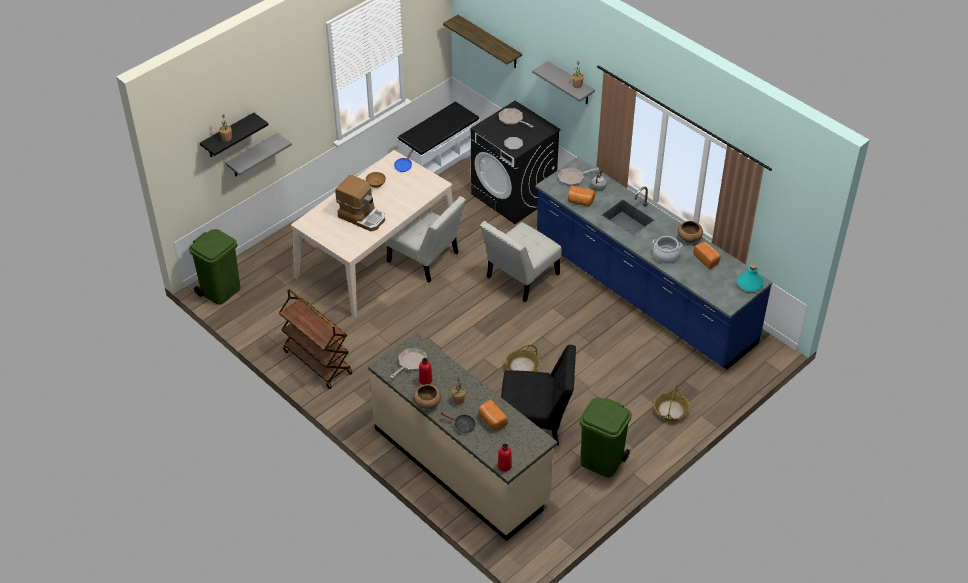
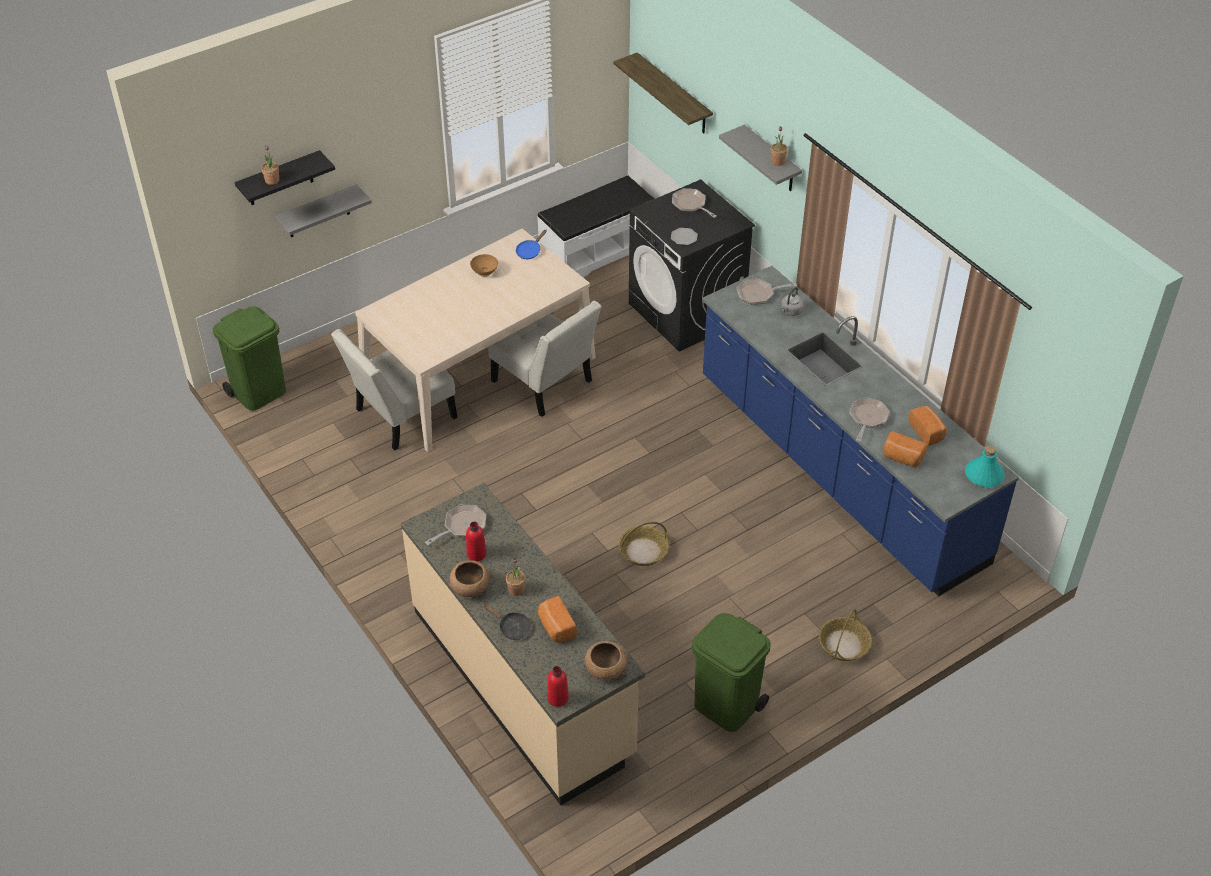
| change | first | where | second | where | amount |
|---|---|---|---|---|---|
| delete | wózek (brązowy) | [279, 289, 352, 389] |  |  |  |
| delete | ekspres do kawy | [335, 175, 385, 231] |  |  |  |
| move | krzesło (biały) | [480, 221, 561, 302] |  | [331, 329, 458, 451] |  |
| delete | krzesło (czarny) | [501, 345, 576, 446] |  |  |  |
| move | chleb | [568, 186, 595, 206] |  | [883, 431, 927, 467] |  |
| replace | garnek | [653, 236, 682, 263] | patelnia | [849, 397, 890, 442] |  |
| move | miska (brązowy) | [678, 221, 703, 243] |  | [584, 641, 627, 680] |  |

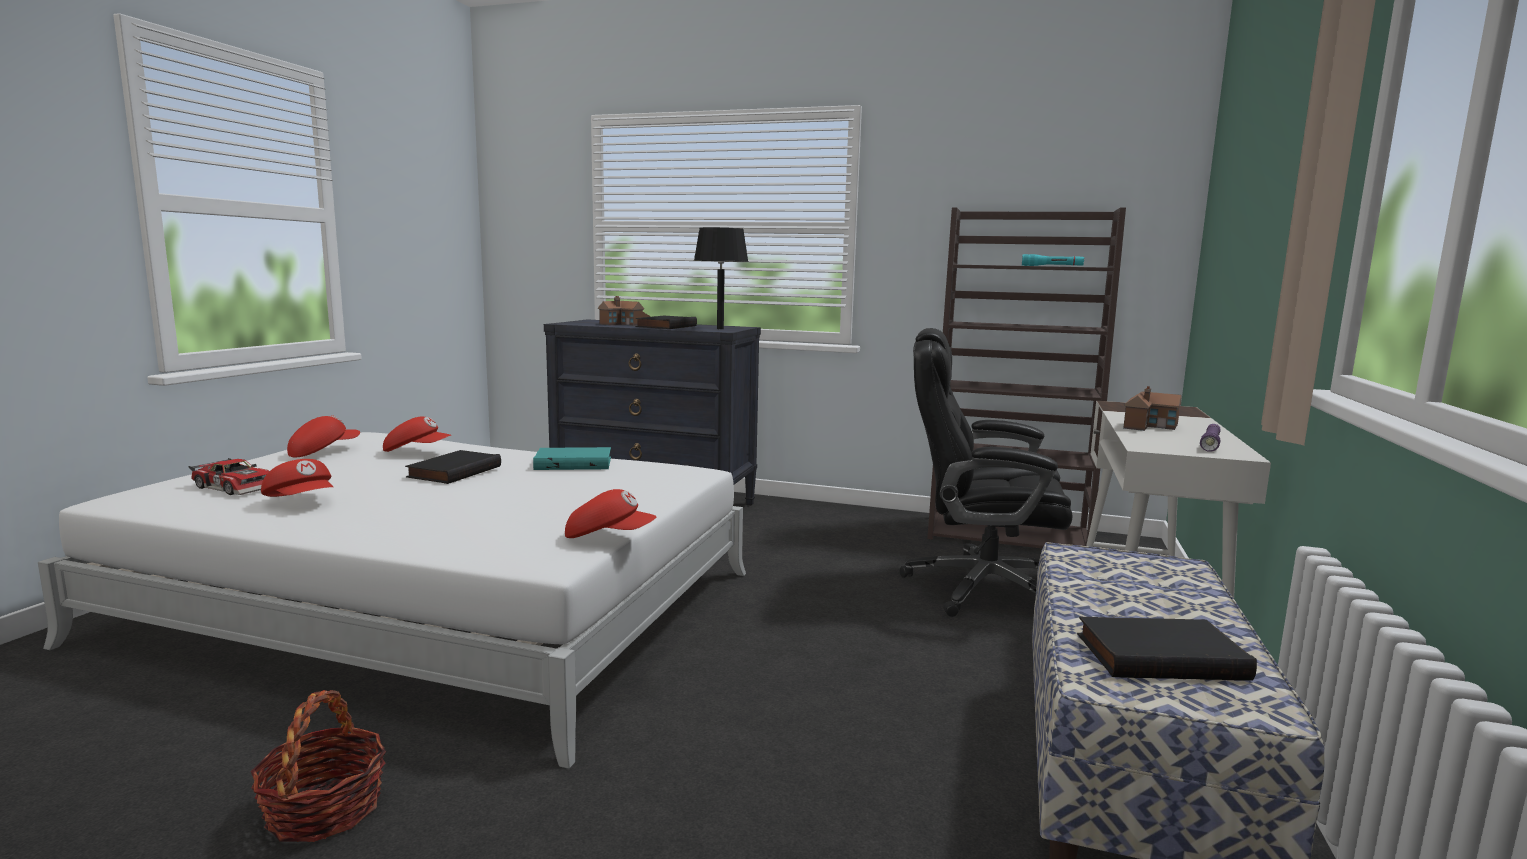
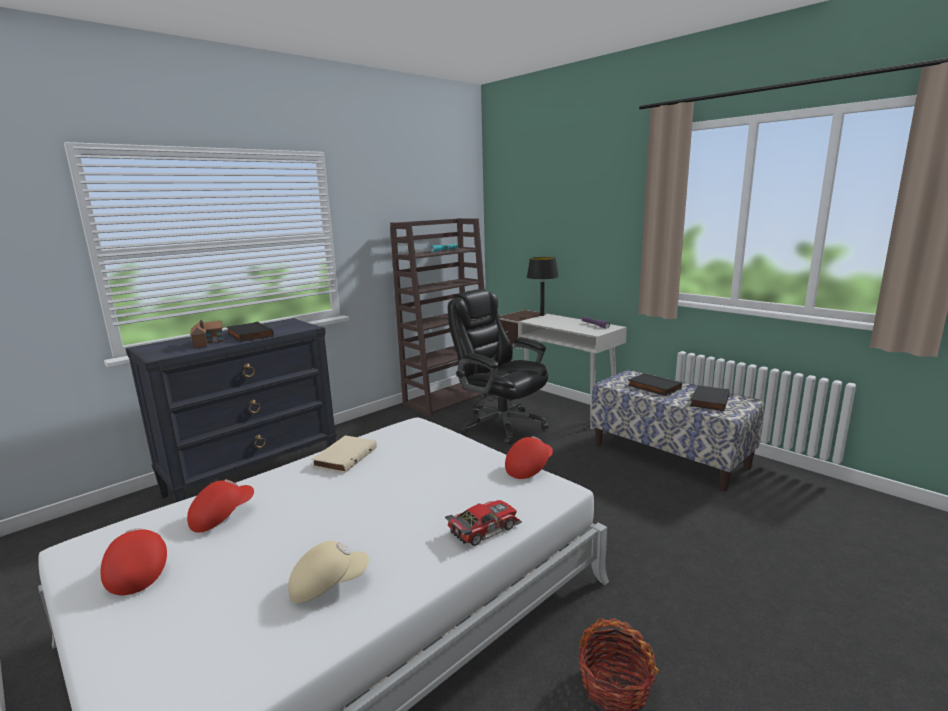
| change | first | where | second | where | amount |
|---|---|---|---|---|---|
| move | samochodzik | [188, 458, 269, 495] |  | [445, 500, 522, 546] |  |
| recolor | czapka z daszkiem (czerwony) | [261, 459, 333, 497] | czapka z daszkiem (beżowy) | [288, 541, 369, 603] |  |
| move | książka (czarny) | [405, 450, 501, 484] |  | [628, 373, 682, 396] |  |
| recolor | książka (turkusowy) | [533, 447, 611, 470] | książka (beżowy) | [311, 435, 377, 473] |  |
| move | lampa stołowa (czarny) | [694, 227, 748, 329] |  | [527, 257, 559, 316] |  |
| rotate | krzesło biurowe (czarny) | [900, 328, 1072, 617] |  | [448, 289, 549, 445] | 90 degrees clockwise |
| delete | domek | [1123, 386, 1182, 431] |  |  |  |

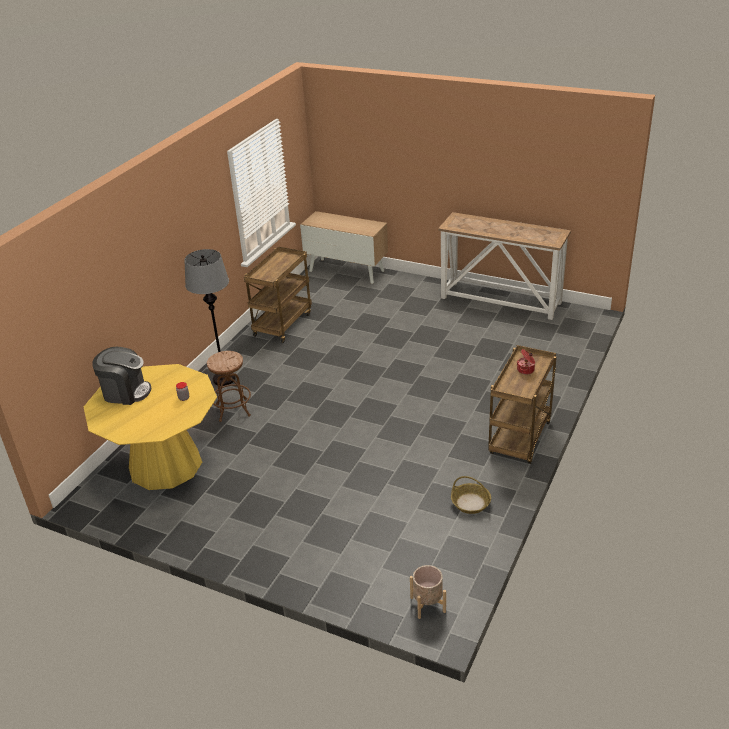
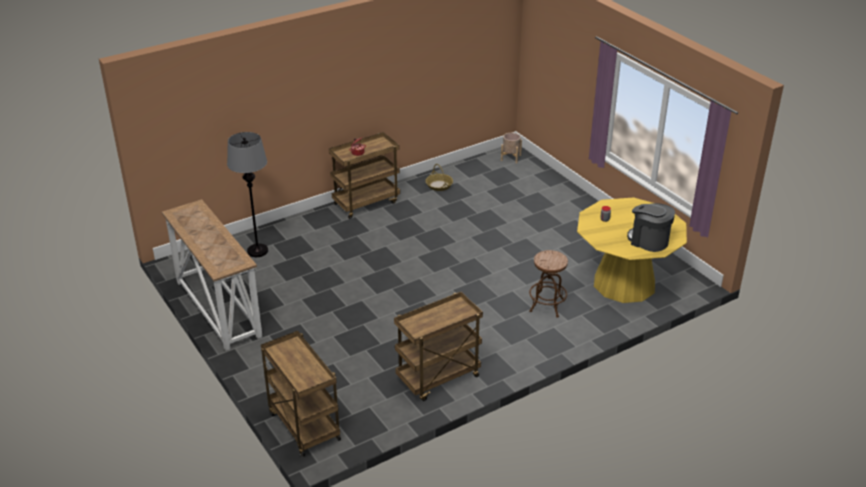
| change | first | where | second | where | amount |
|---|---|---|---|---|---|
| move | lampa stojąca (szary) | [184, 249, 236, 386] |  | [227, 132, 268, 257] |  |
| replace | szafka | [300, 211, 388, 284] | wózek (brązowy) | [261, 331, 341, 457] |  |

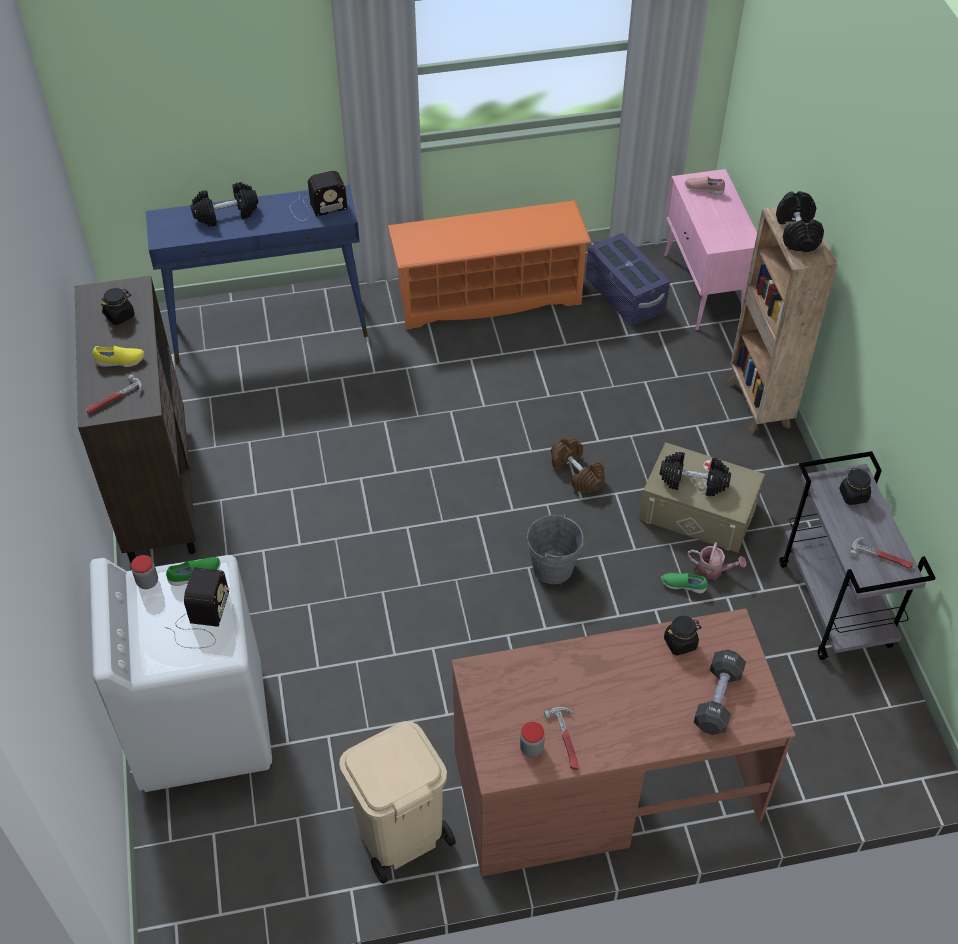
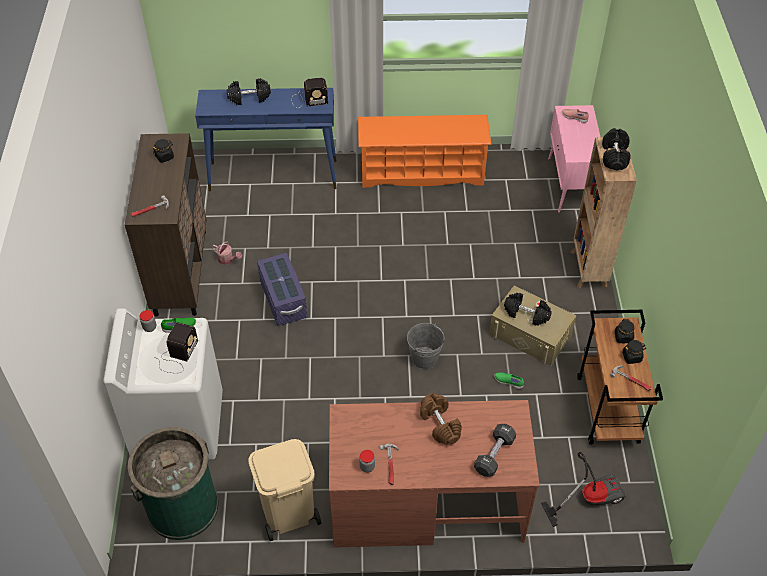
| change | first | where | second | where | amount |
|---|---|---|---|---|---|
| delete | but (żółty) | [92, 346, 144, 367] |  |  |  |
| move | hantel (brązowy) | [551, 437, 605, 493] |  | [420, 393, 462, 445] |  |
| move | pojemnik do przechowywania (fioletowy) | [586, 233, 670, 327] |  | [257, 253, 307, 326] |  |
| move | słoik (czarny) | [664, 616, 702, 656] |  | [622, 340, 646, 364] |  |
| move | konewka | [688, 542, 746, 579] |  | [212, 242, 242, 265] |  |
| recolor | wózek (szary) | [779, 451, 936, 660] | wózek (brązowy) | [577, 310, 663, 445] |  |
| insert |  |  | kosz na śmieci (zielony) | [127, 427, 219, 540] |  |
| insert |  |  | odkurzacz | [541, 452, 626, 527] |  |

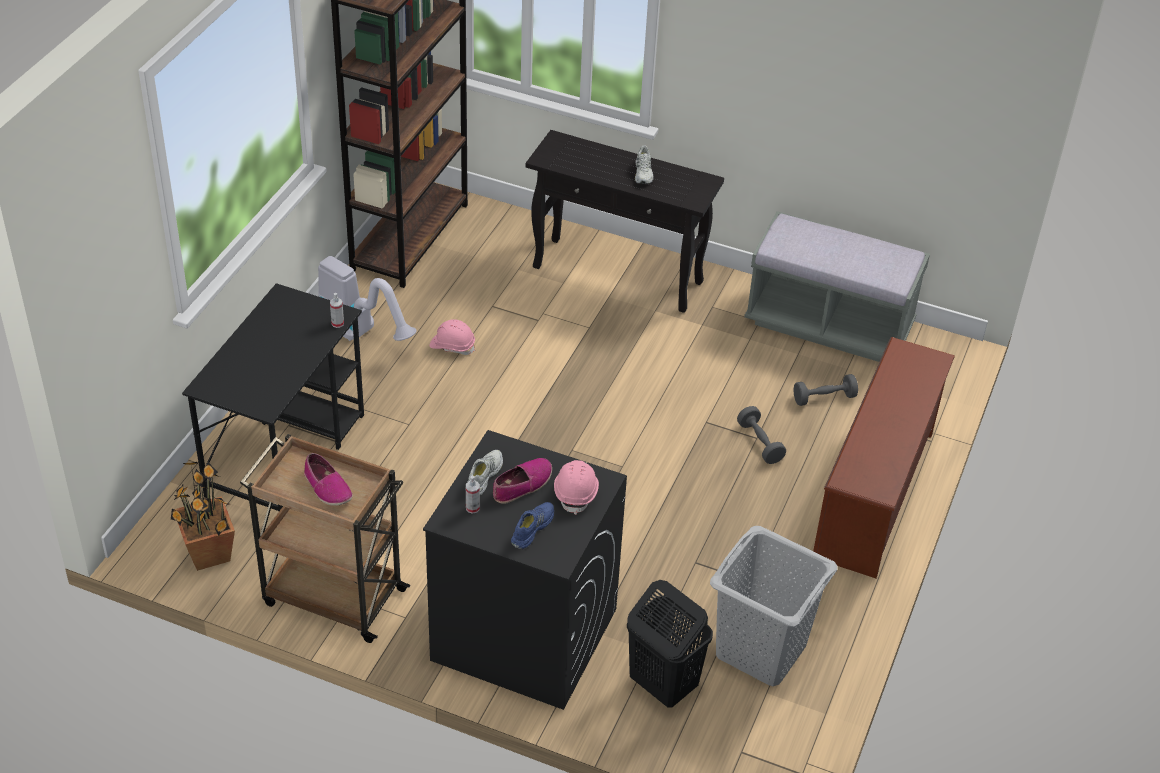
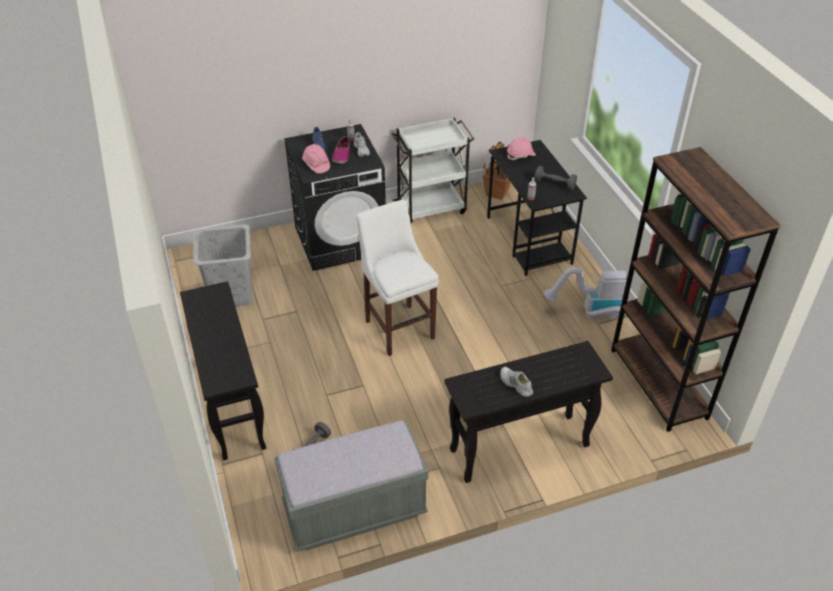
| change | first | where | second | where | amount |
|---|---|---|---|---|---|
| recolor | wózek (brązowy) | [240, 434, 410, 643] | wózek (biały) | [391, 118, 474, 223] |  |
| delete | but | [304, 453, 352, 506] |  |  |  |
| move | kask (różowy) | [430, 319, 475, 355] |  | [507, 137, 536, 160] |  |
| delete | kosz na pranie (czarny) | [627, 580, 713, 708] |  |  |  |
| move | hantel (szary) | [737, 406, 786, 464] |  | [535, 166, 577, 190] |  |
| replace | regał na buty (brązowy) | [813, 337, 955, 578] | stolik konsolowy (czarny) | [180, 281, 266, 460] |  |
| insert |  |  | stołek (biały) | [356, 199, 439, 356] |  |

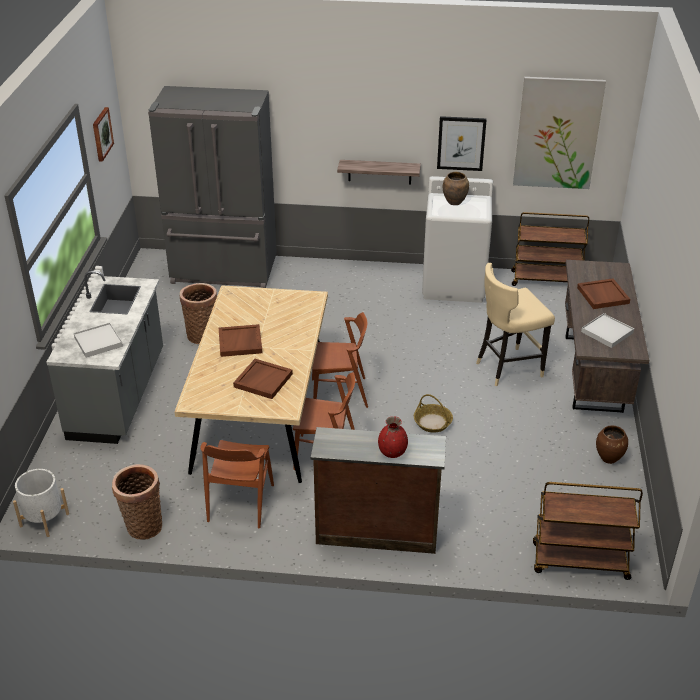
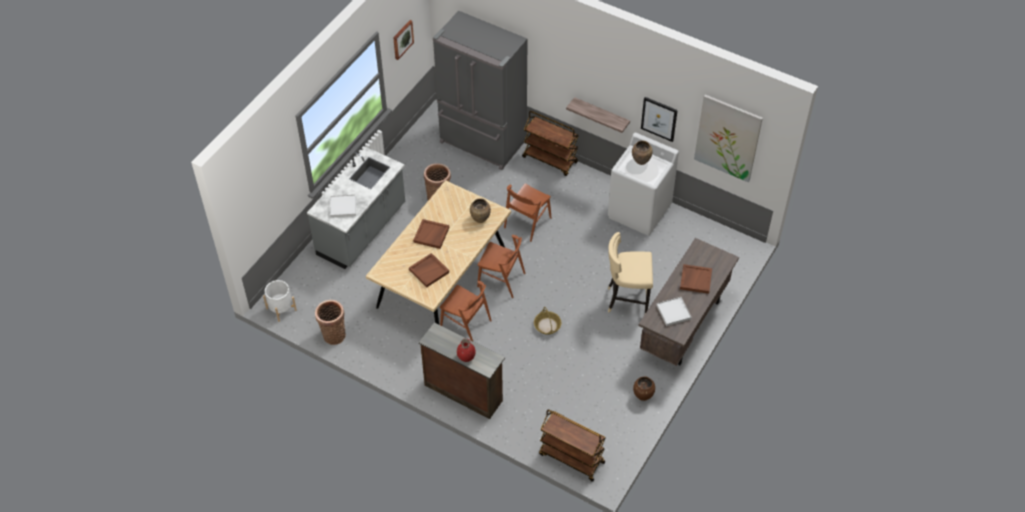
| change | first | where | second | where | amount |
|---|---|---|---|---|---|
| move | krzesło (brązowy) | [200, 440, 274, 528] |  | [504, 183, 551, 242] |  |
| move | wózek (brązowy) | [511, 212, 589, 286] |  | [522, 111, 579, 176] |  |
| insert |  |  | wazon (brązowy) | [470, 199, 491, 223] |  |

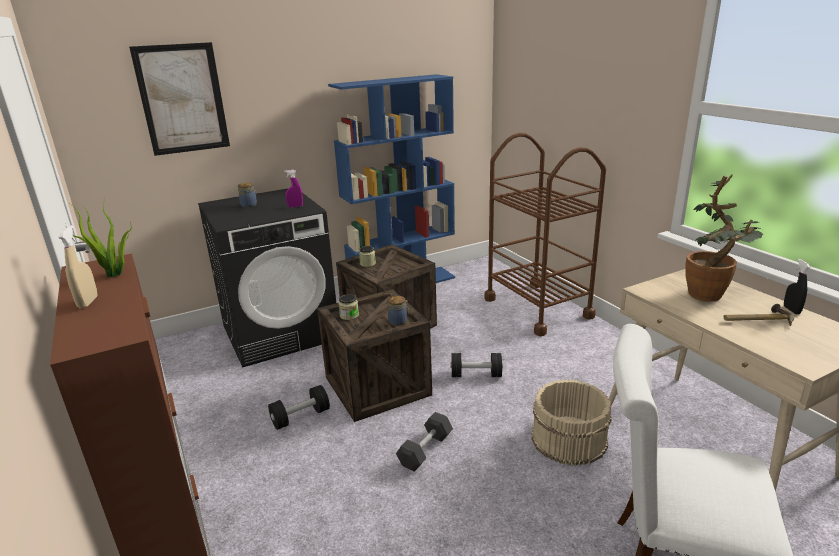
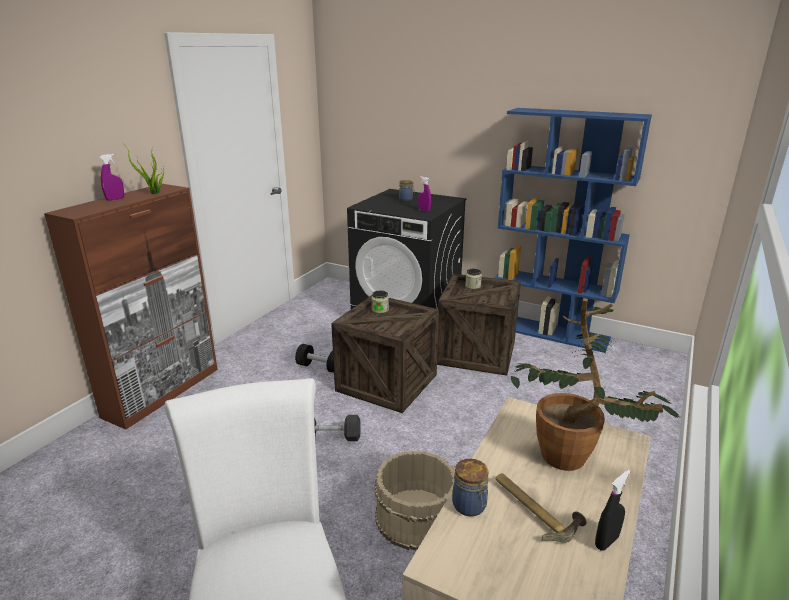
| change | first | where | second | where | amount |
|---|---|---|---|---|---|
| recolor | spryskiwacz (beżowy) | [59, 225, 98, 308] | spryskiwacz (fioletowy) | [99, 154, 124, 201] |  |
| delete | obraz | [129, 42, 230, 156] |  |  |  |
| move | słoik | [388, 296, 409, 326] |  | [452, 459, 489, 517] |  |
| delete | hantel (czarny) | [450, 353, 503, 377] |  |  |  |
| delete | wózek (brązowy) | [484, 133, 606, 336] |  |  |  |

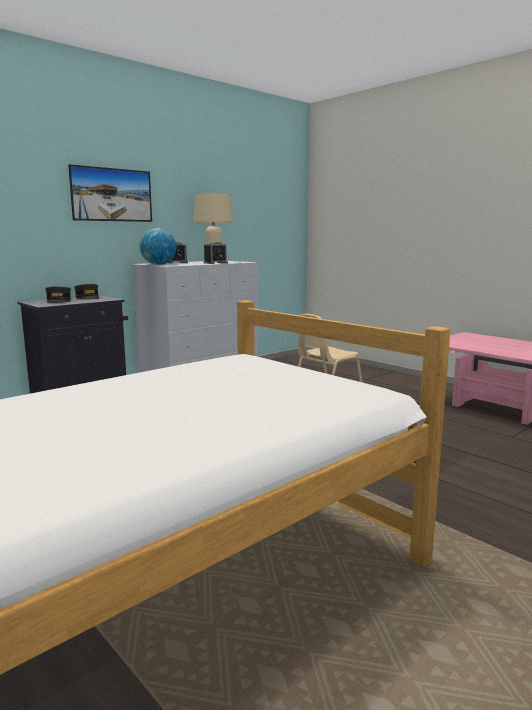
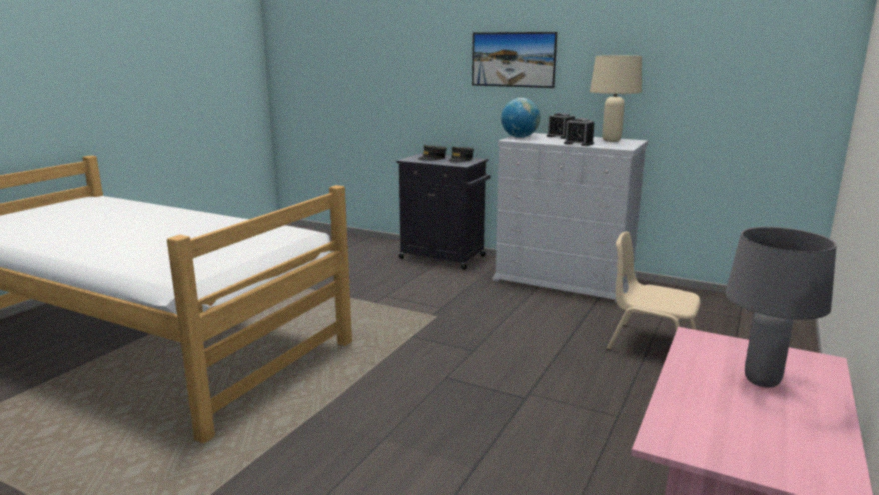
| change | first | where | second | where | amount |
|---|---|---|---|---|---|
| insert |  |  | lampa stołowa (szary) | [725, 227, 837, 388] |  |

